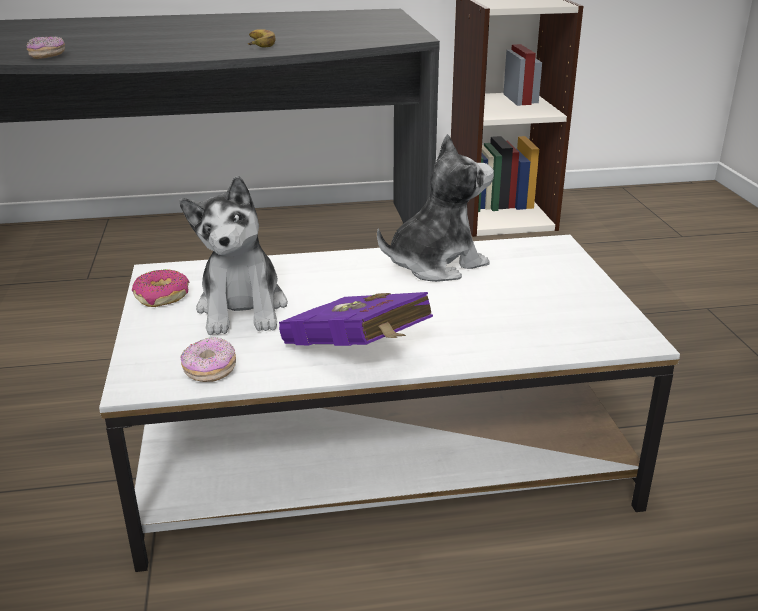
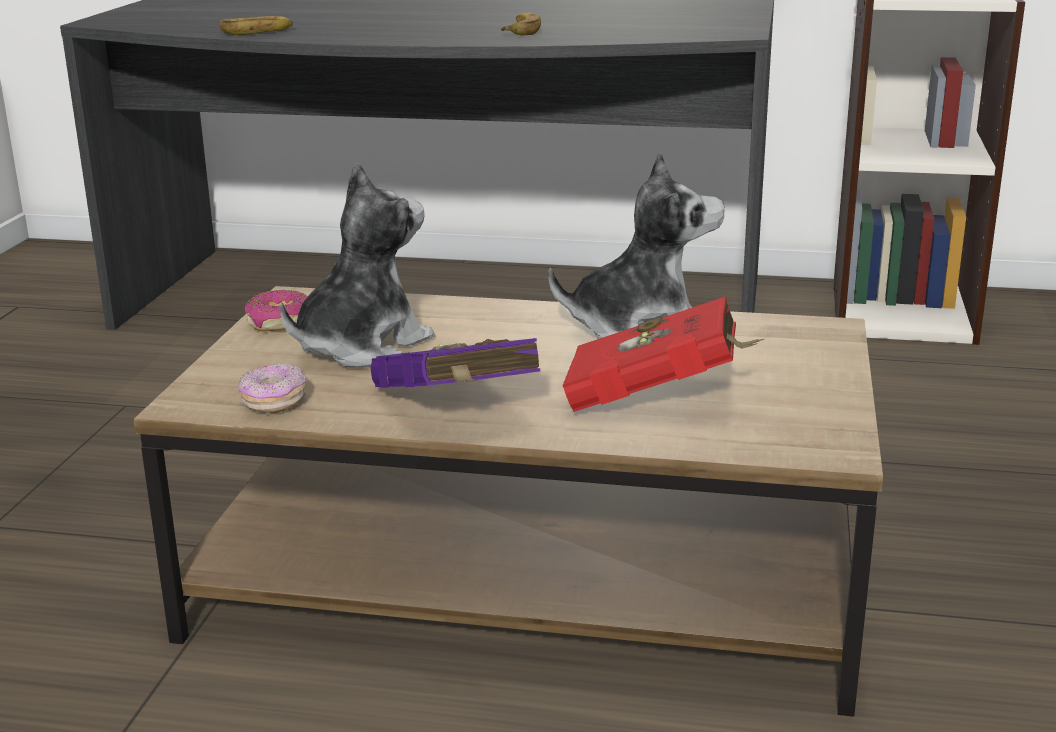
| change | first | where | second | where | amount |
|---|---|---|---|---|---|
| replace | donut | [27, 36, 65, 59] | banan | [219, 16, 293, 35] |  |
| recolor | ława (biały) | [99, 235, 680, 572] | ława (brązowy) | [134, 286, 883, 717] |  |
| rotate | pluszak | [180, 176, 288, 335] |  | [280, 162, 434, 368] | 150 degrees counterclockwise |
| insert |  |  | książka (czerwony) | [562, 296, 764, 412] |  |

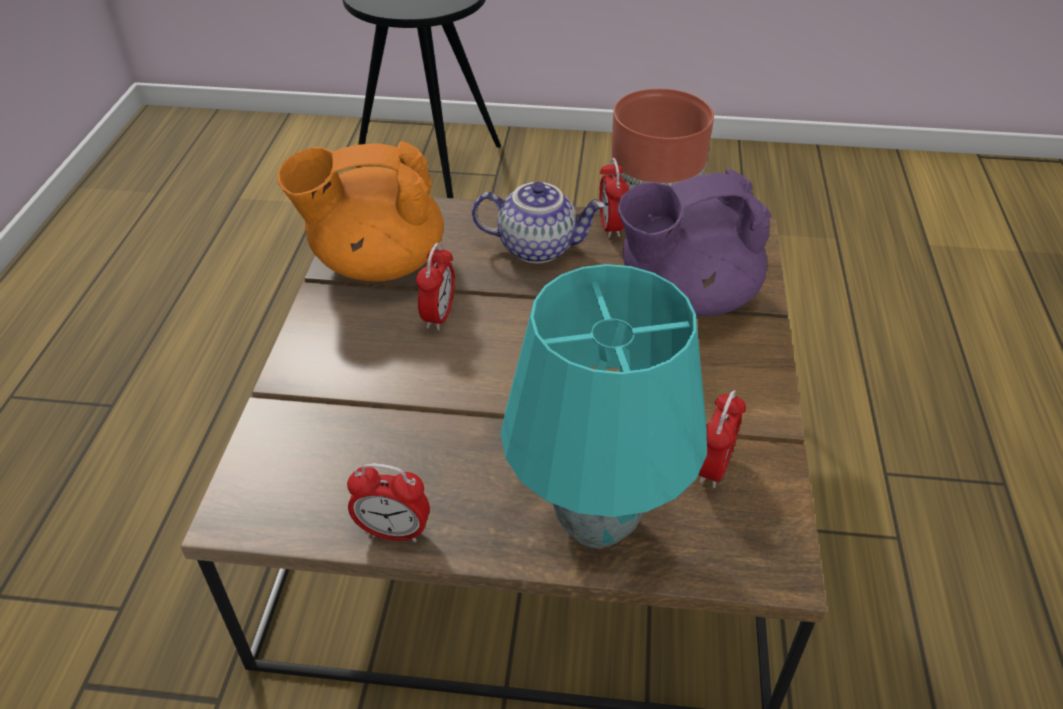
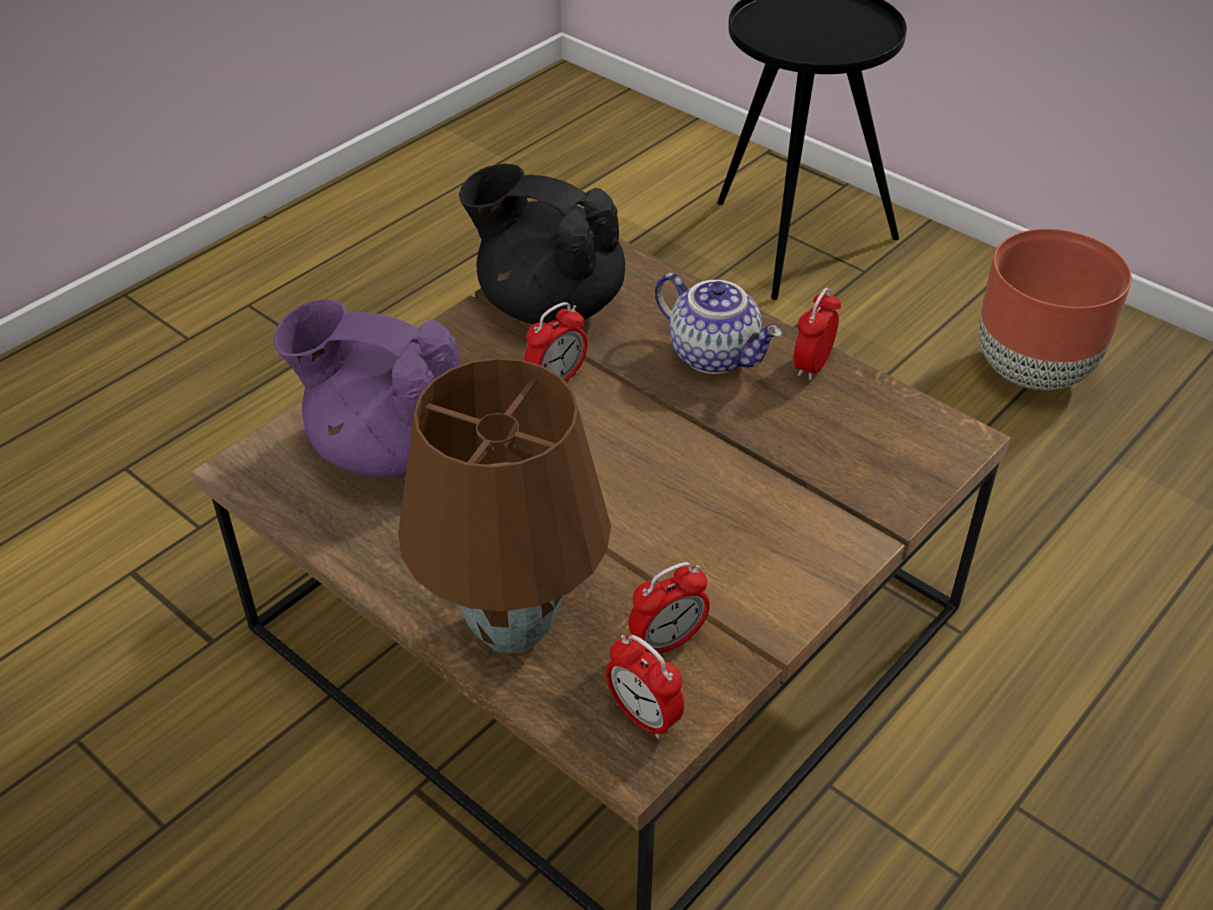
| change | first | where | second | where | amount |
|---|---|---|---|---|---|
| recolor | imbryk (pomarańczowy) | [278, 142, 444, 282] | imbryk (czarny) | [459, 164, 625, 325] |  |
| move | budzik | [347, 463, 430, 542] |  | [606, 635, 684, 739] |  |
| recolor | lampa stołowa (turkusowy) | [501, 264, 707, 548] | lampa stołowa (brązowy) | [398, 358, 611, 654] |  |
| move | imbryk (fioletowy) | [618, 168, 771, 316] |  | [273, 299, 460, 478] |  |

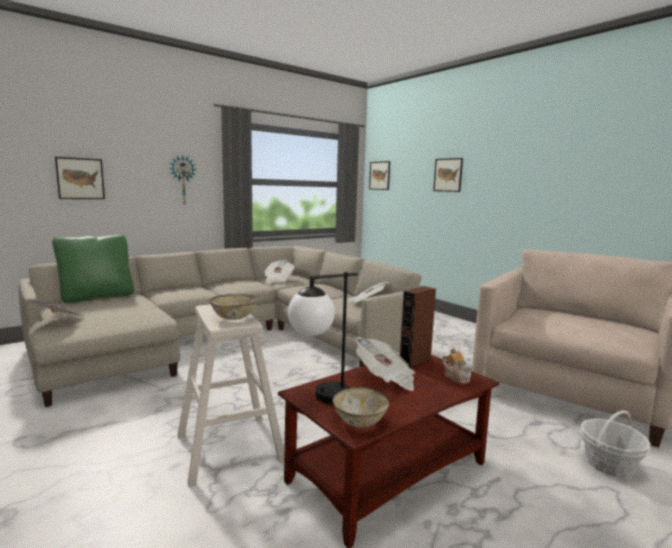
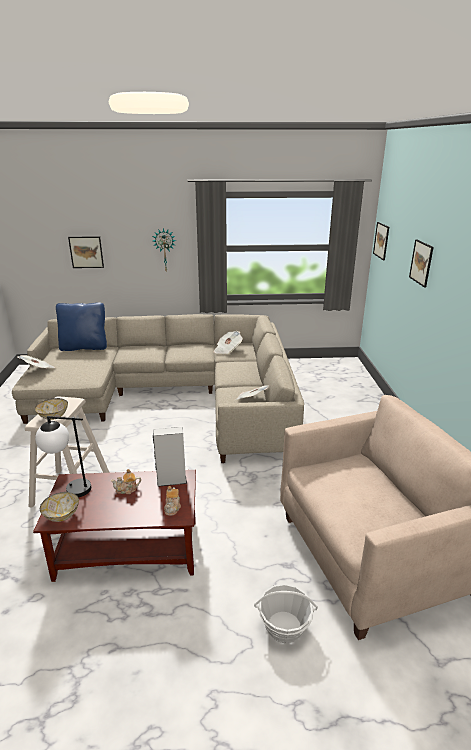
| change | first | where | second | where | amount |
|---|---|---|---|---|---|
| recolor | poduszka (zielony) | [52, 235, 134, 303] | poduszka (niebieski) | [56, 303, 107, 351] |  |
| replace | gazeta | [356, 337, 415, 391] | imbryk | [111, 469, 141, 494] |  |
| recolor | głośnik (brązowy) | [400, 286, 436, 369] | głośnik (szary) | [153, 427, 187, 487] |  |

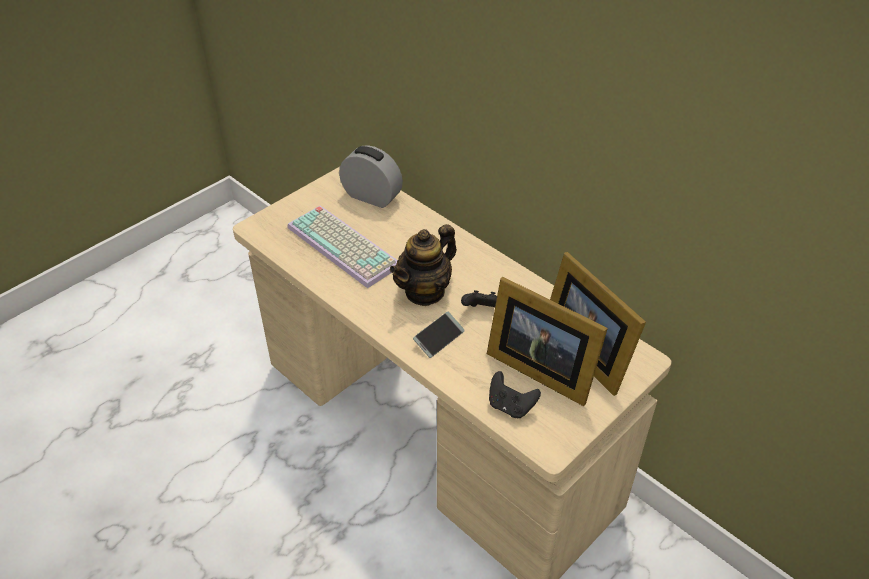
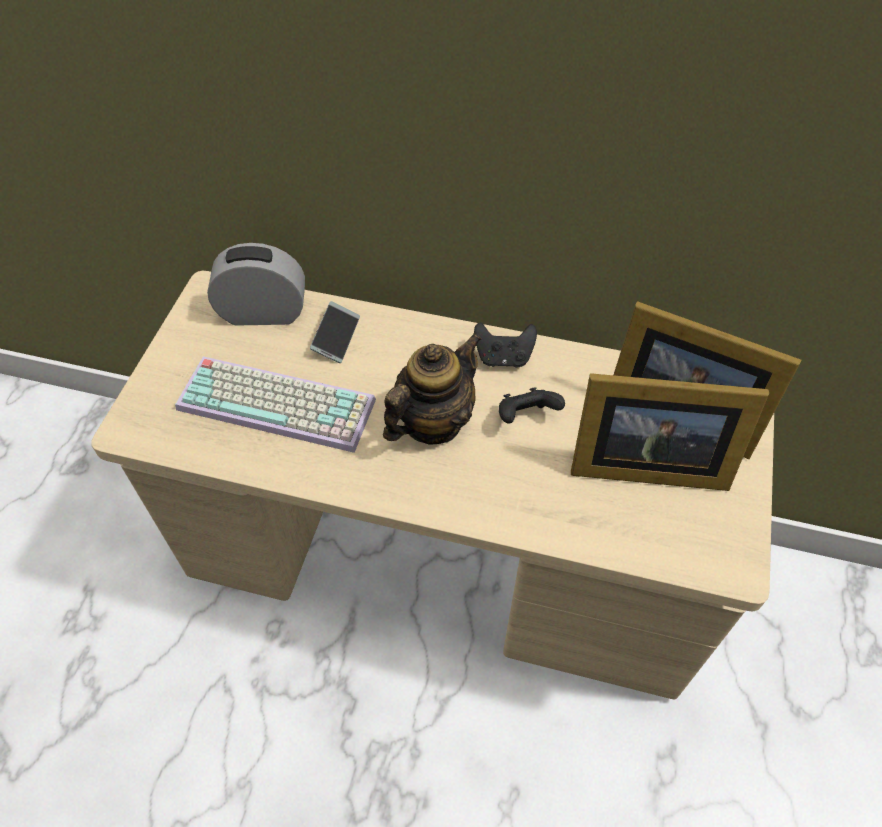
| change | first | where | second | where | amount |
|---|---|---|---|---|---|
| rotate | imbryk | [390, 224, 457, 306] |  | [383, 334, 482, 444] | 150 degrees counterclockwise |
| move | telefon | [413, 312, 465, 358] |  | [310, 301, 360, 363] |  |
| move | pad do gier (czarny) | [489, 371, 541, 418] |  | [474, 322, 537, 368] |  |

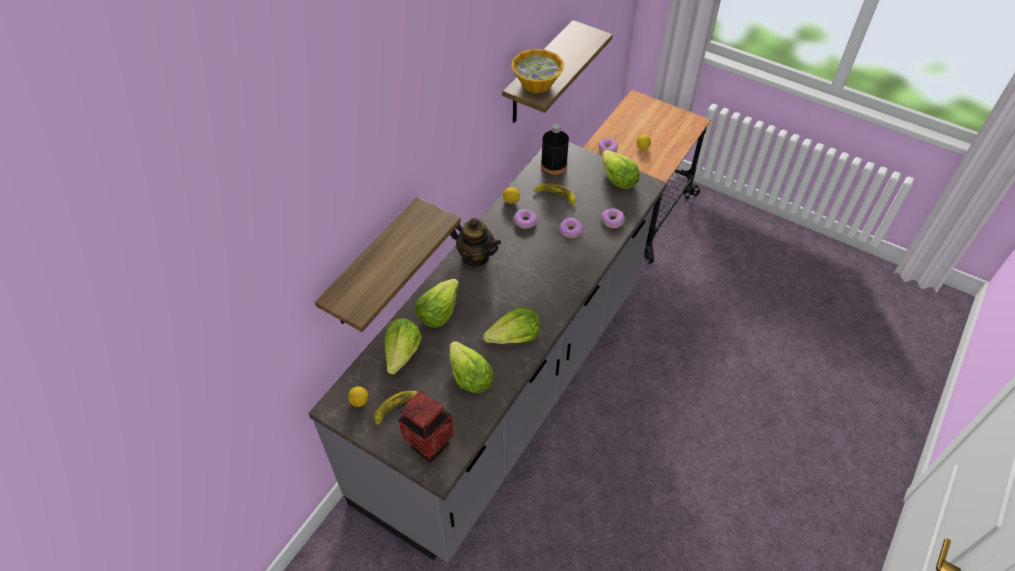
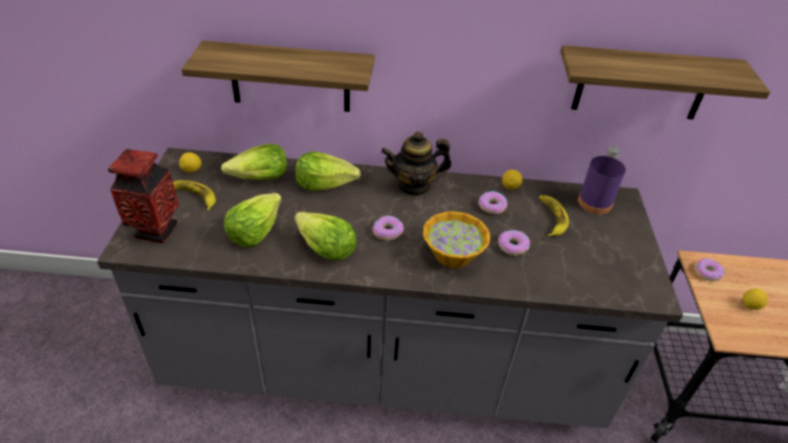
| change | first | where | second | where | amount |
|---|---|---|---|---|---|
| rotate | imbryk | [450, 218, 501, 266] |  | [381, 131, 451, 196] | 75 degrees clockwise |
| move | miska | [512, 49, 564, 93] |  | [423, 211, 490, 268] |  |
| recolor | butelka (czarny) | [541, 124, 569, 175] | butelka (fioletowy) | [578, 146, 626, 214] |  |
| move | donut | [601, 209, 625, 228] |  | [373, 216, 404, 241] |  |
| delete | sałata | [602, 150, 640, 189] |  |  |  |

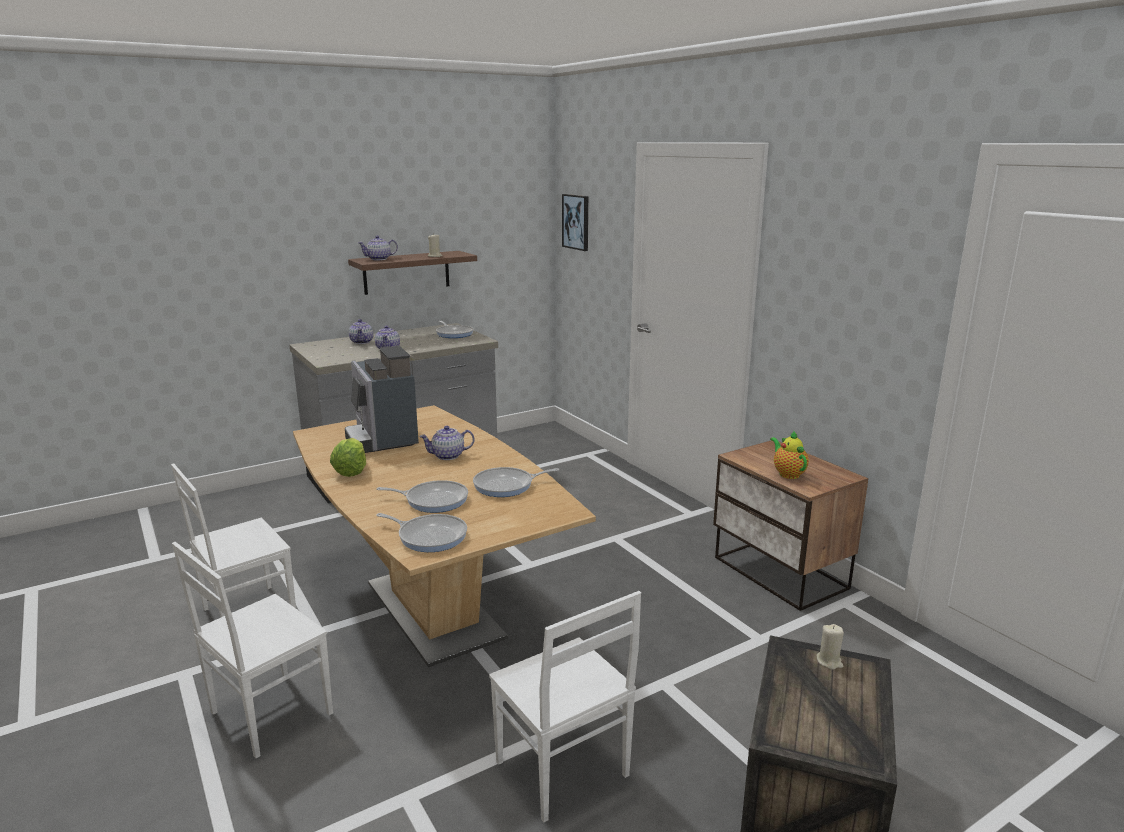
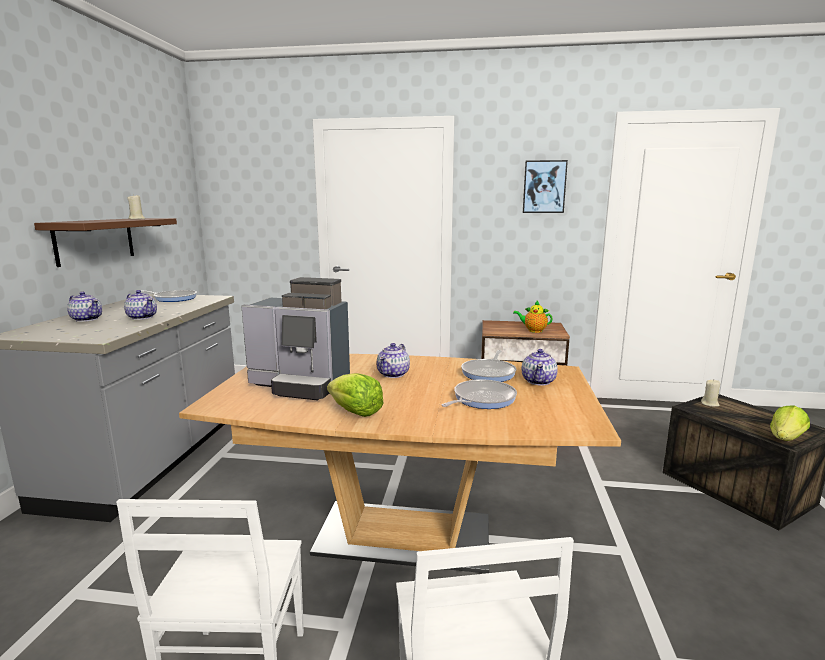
| change | first | where | second | where | amount |
|---|---|---|---|---|---|
| move | imbryk | [358, 236, 398, 260] |  | [522, 349, 558, 386] |  |
| delete | patelnia | [376, 513, 467, 552] |  |  |  |
| delete | krzesło (biały) | [489, 591, 641, 822] |  |  |  |
| move | obraz | [562, 194, 588, 251] |  | [523, 160, 568, 213] |  |
| insert |  |  | sałata | [770, 405, 810, 441] |  |

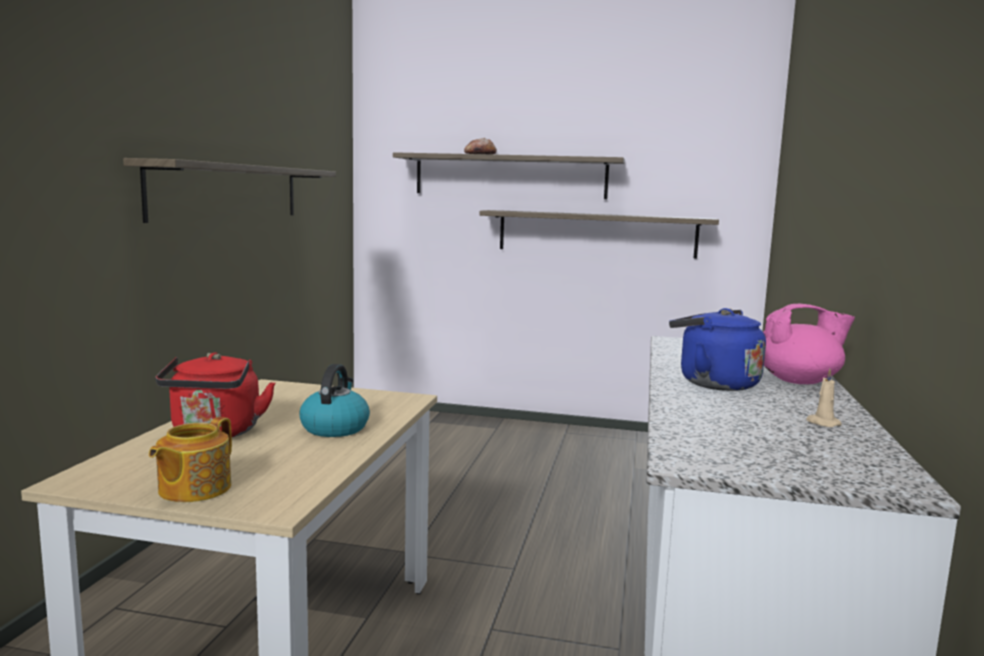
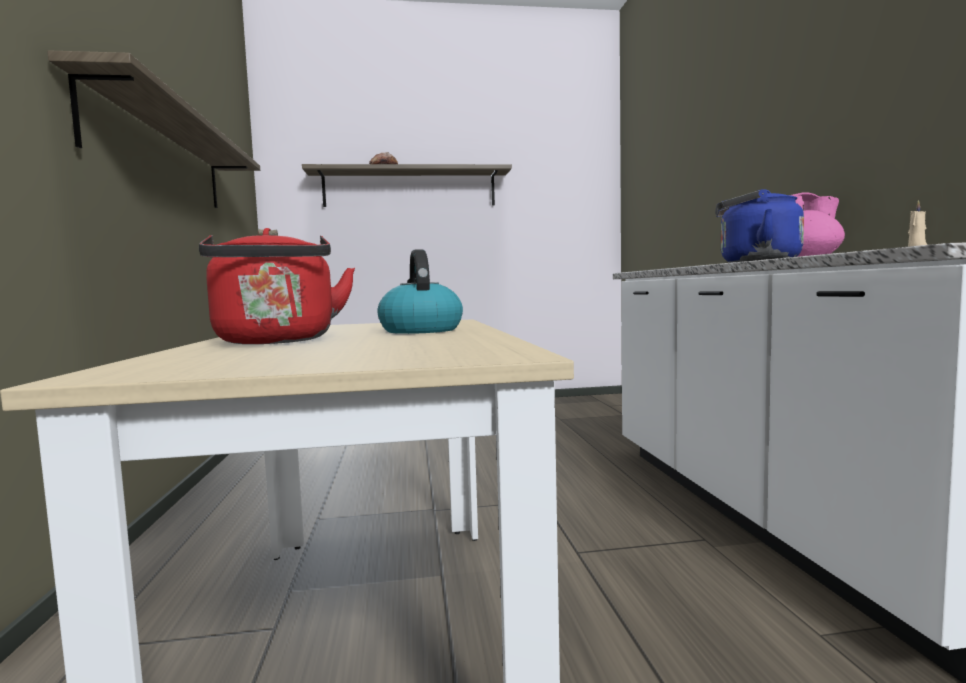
| change | first | where | second | where | amount |
|---|---|---|---|---|---|
| delete | imbryk | [149, 417, 232, 502] |  |  |  |
| delete | półka | [479, 210, 719, 258] |  |  |  |

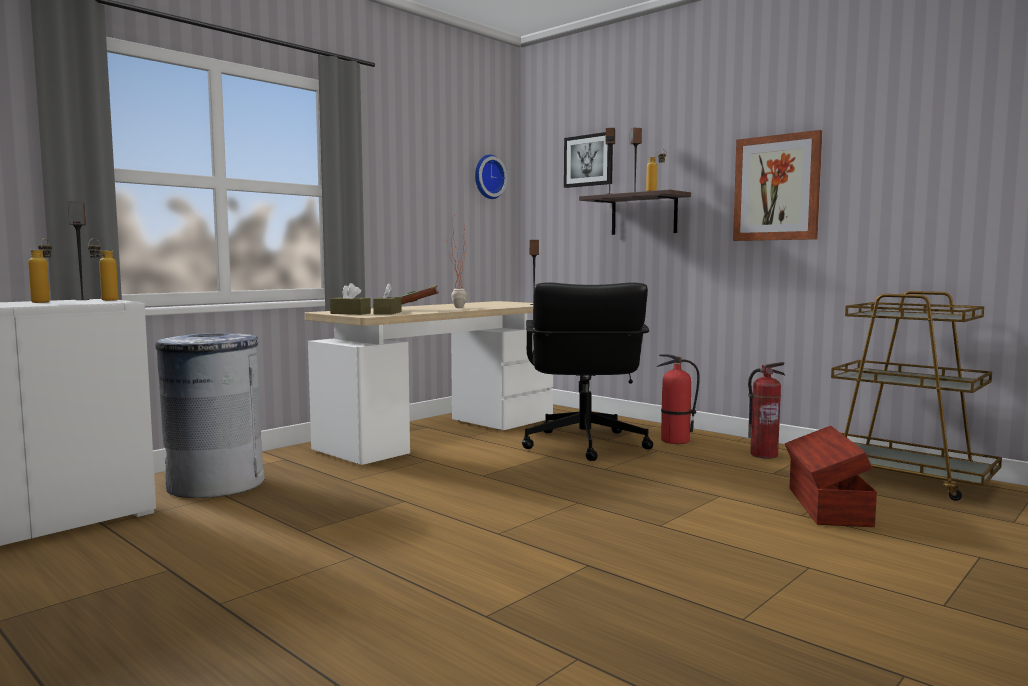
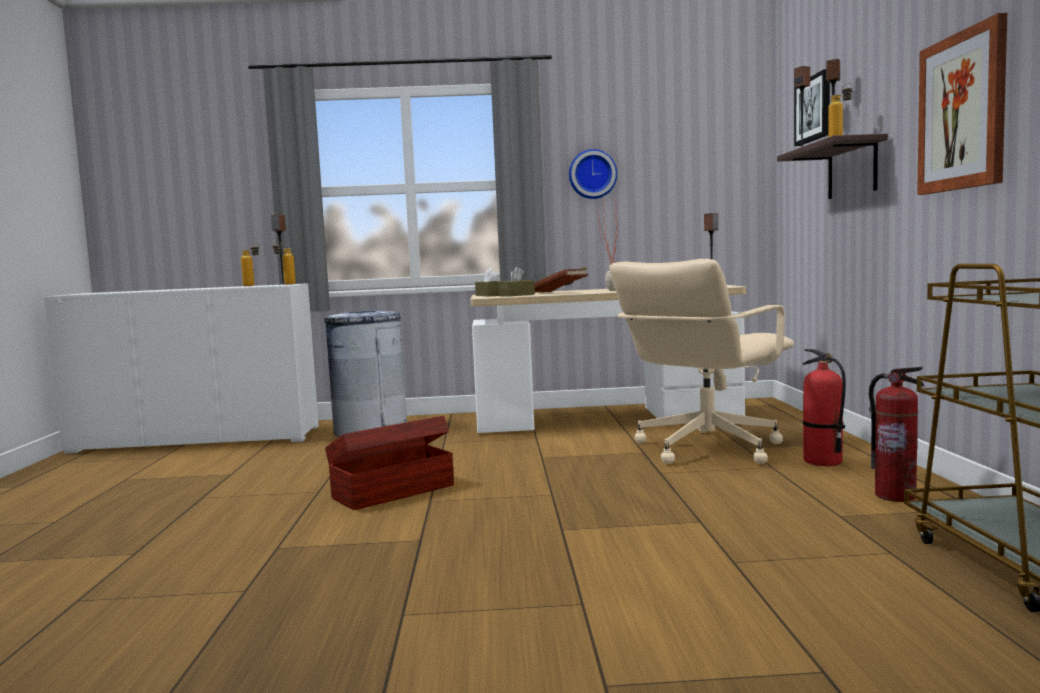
| change | first | where | second | where | amount |
|---|---|---|---|---|---|
| move | zegar ścienny | [475, 155, 507, 199] |  | [569, 149, 617, 199] |  |
| recolor | krzesło biurowe (czarny) | [522, 282, 653, 461] | krzesło biurowe (beżowy) | [609, 259, 794, 464] |  |
| move | pojemnik do przechowywania (brązowy) | [785, 426, 877, 527] |  | [325, 416, 454, 510] |  |

